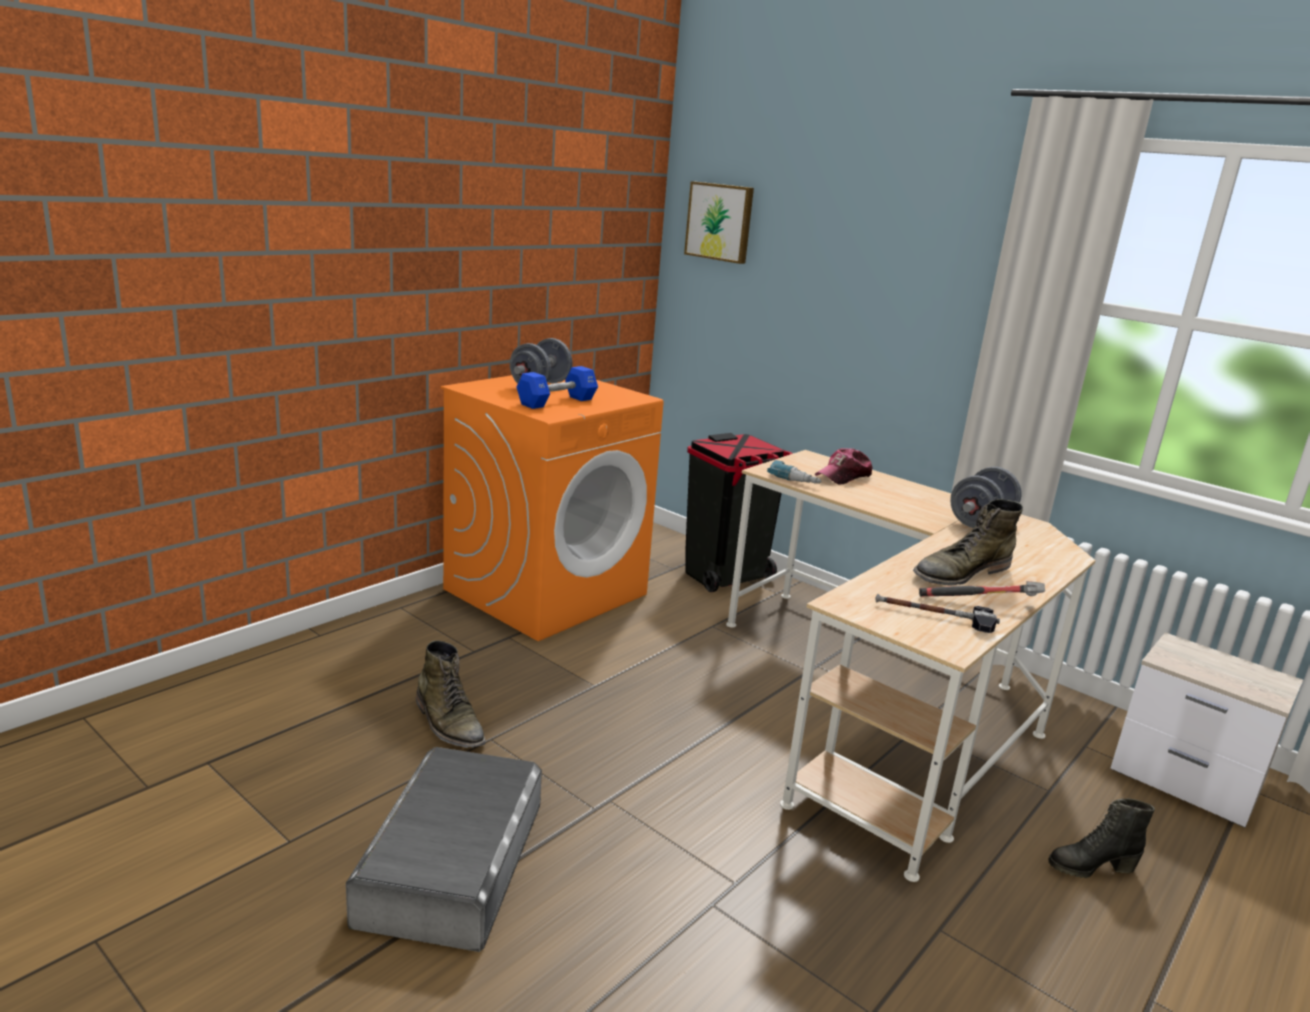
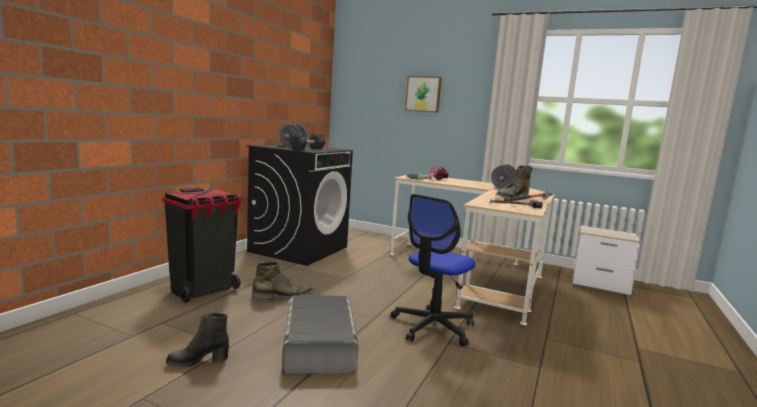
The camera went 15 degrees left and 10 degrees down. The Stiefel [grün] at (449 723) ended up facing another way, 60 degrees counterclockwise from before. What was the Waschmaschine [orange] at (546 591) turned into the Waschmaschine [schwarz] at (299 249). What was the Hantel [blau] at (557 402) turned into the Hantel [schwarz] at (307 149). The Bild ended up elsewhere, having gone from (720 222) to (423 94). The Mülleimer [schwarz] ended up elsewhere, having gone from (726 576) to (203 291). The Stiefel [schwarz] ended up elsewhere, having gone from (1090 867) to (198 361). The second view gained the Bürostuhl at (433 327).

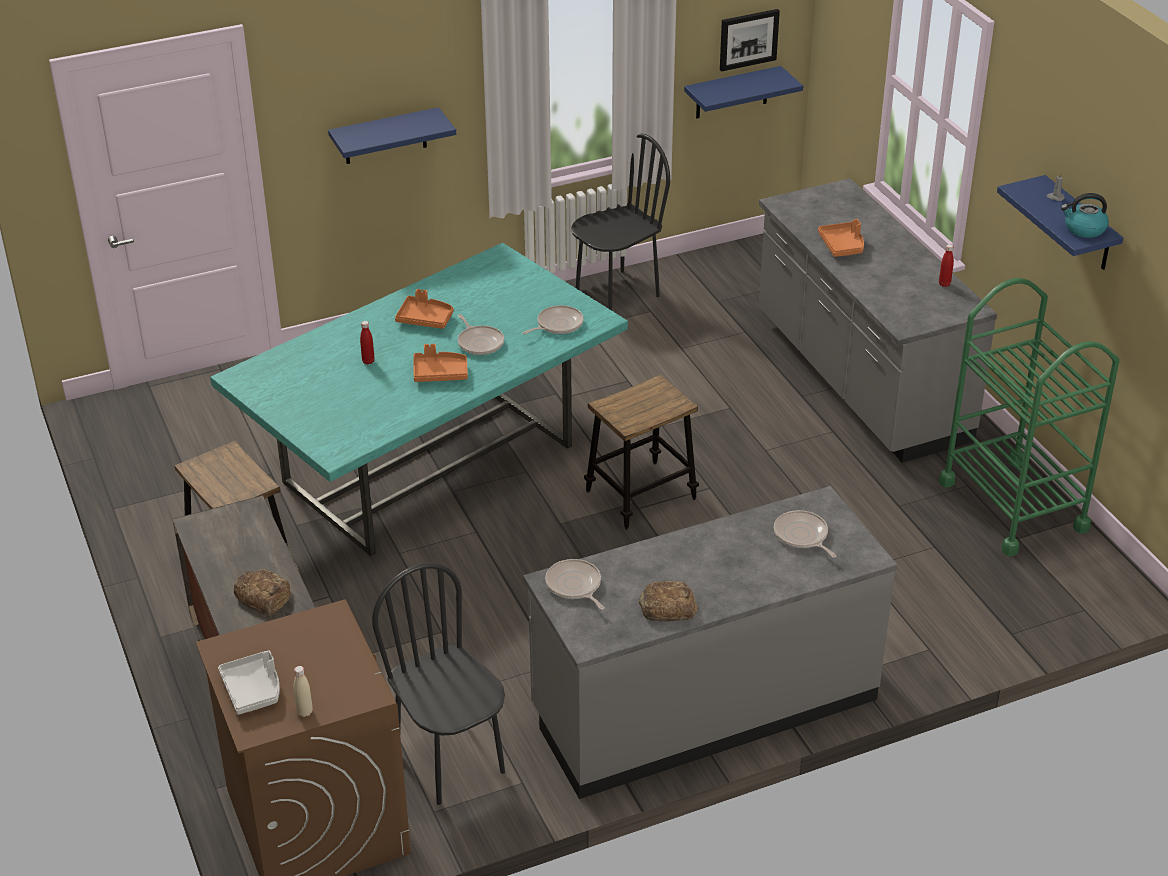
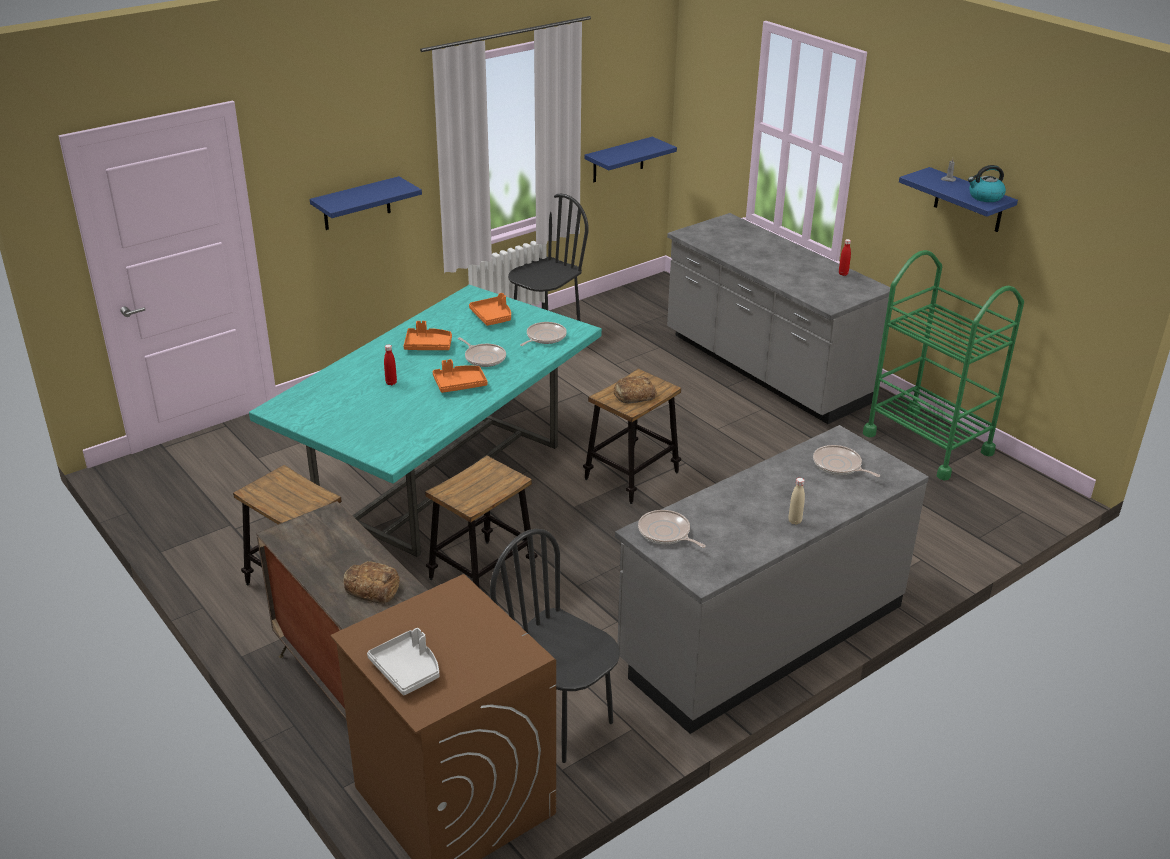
The camera went 15 degrees left and 5 degrees down. The Flasche [beige] ended up elsewhere, having gone from (304 712) to (794 521). The Brot ended up elsewhere, having gone from (666 607) to (633 394). The second view lost the Bild at (748 39). The Tablett [orange] ended up elsewhere, having gone from (842 245) to (492 317). The second view gained the Hocker at (482 574).

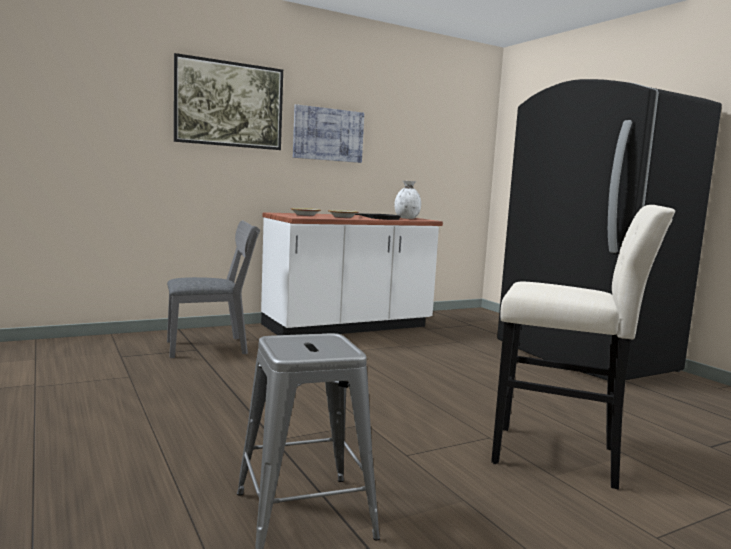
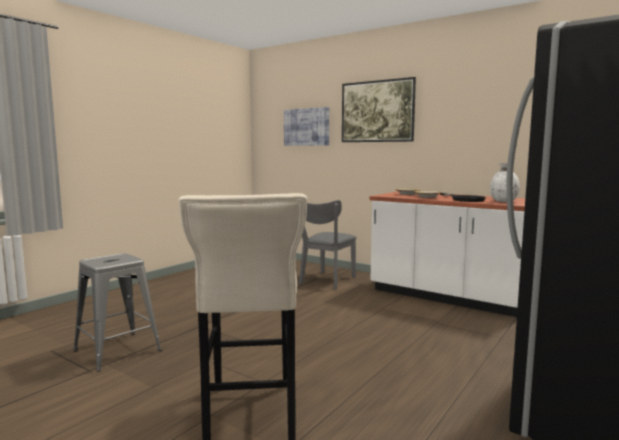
The camera went 65 degrees right and 0 degrees up. The Stuhl [grau] at (213 347) ended up facing another way, 75 degrees clockwise from before. The Bild ended up elsewhere, having gone from (328 134) to (306 127).

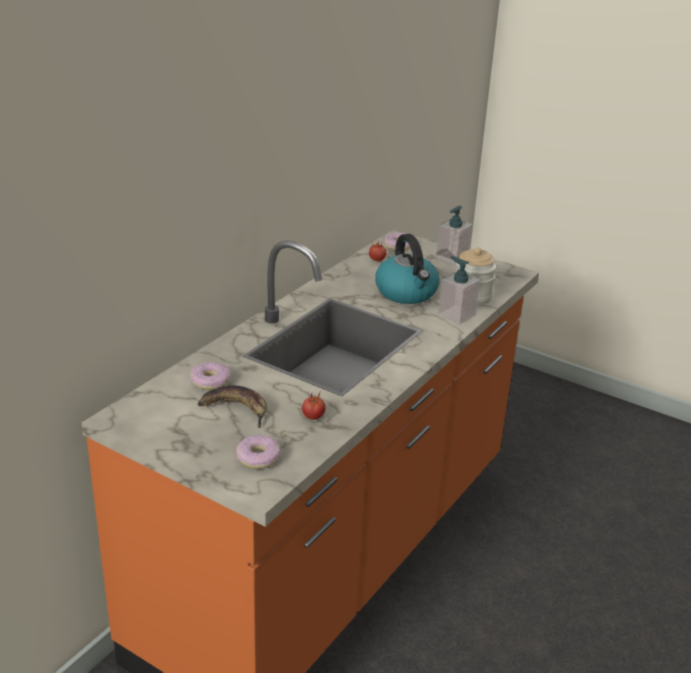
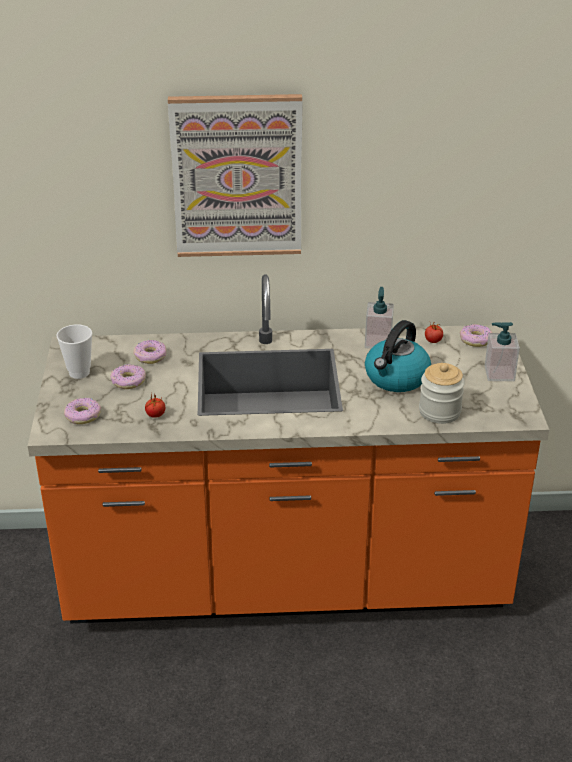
The camera went 55 degrees right and 5 degrees up. Where the Banane stood at (236 409), the Donut came to stand at (128 381). The Seifenspender ended up elsewhere, having gone from (456 315) to (378 342). The second view gained the Tasse at (79 373). The second view gained the Bild at (237 176).

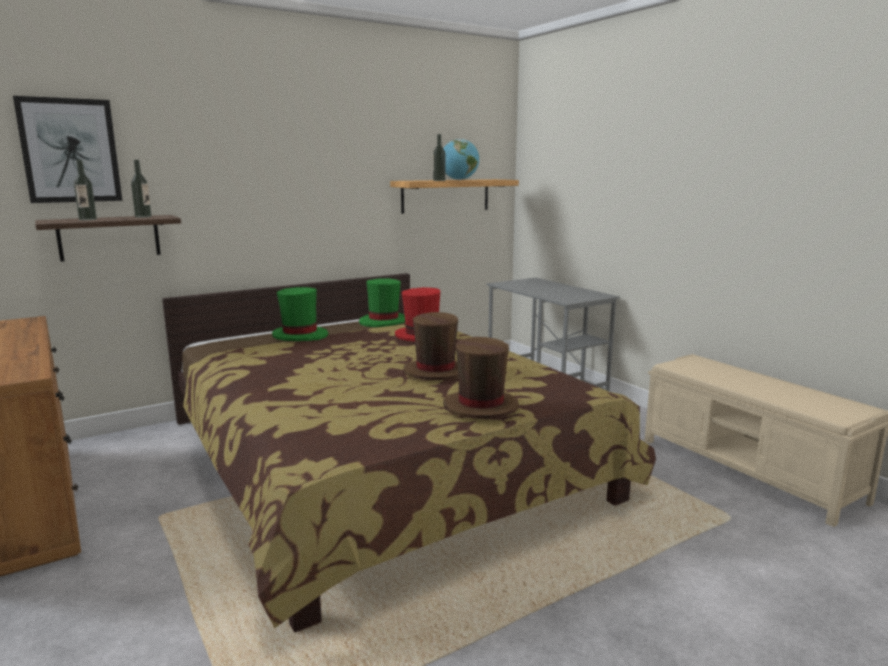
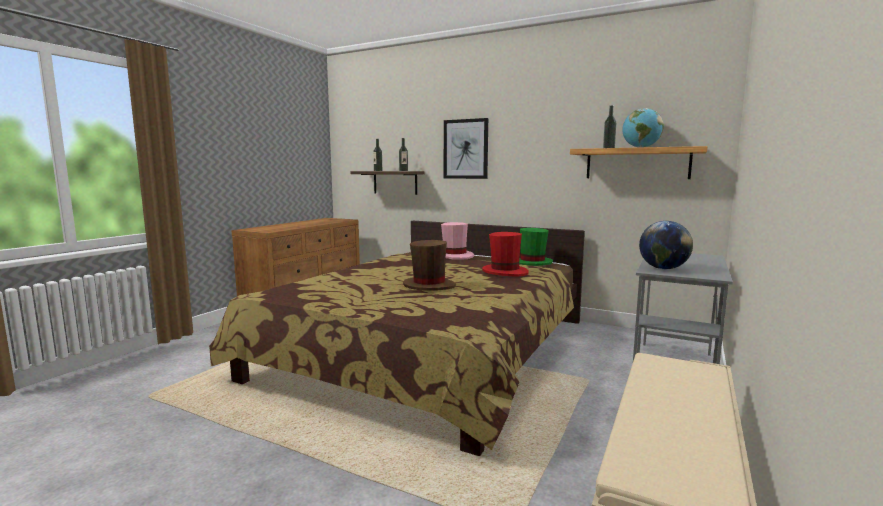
The camera went 60 degrees right and 5 degrees down. The Bild ended up elsewhere, having gone from (70 151) to (465 149). What was the Hut [grün] at (300 335) turned into the Hut [rosa] at (454 256). The second view lost the Hut [braun] at (480 407). The second view gained the Globus at (663 268).

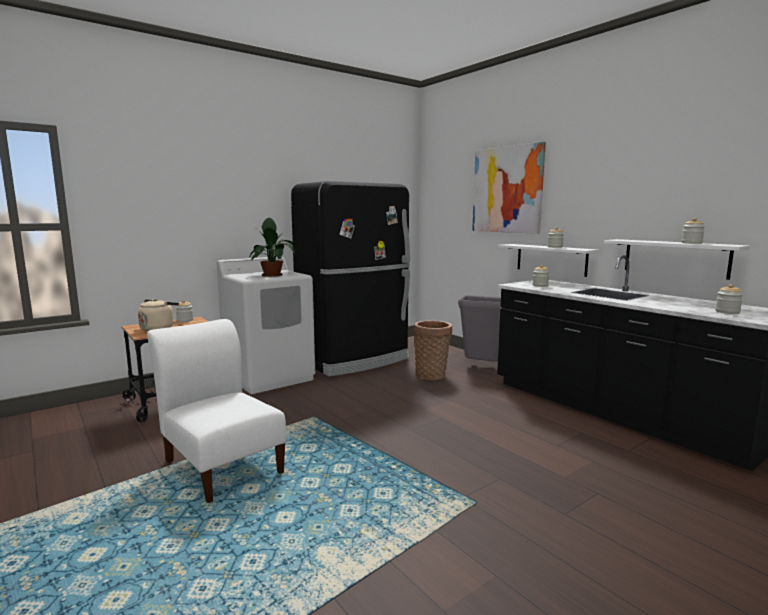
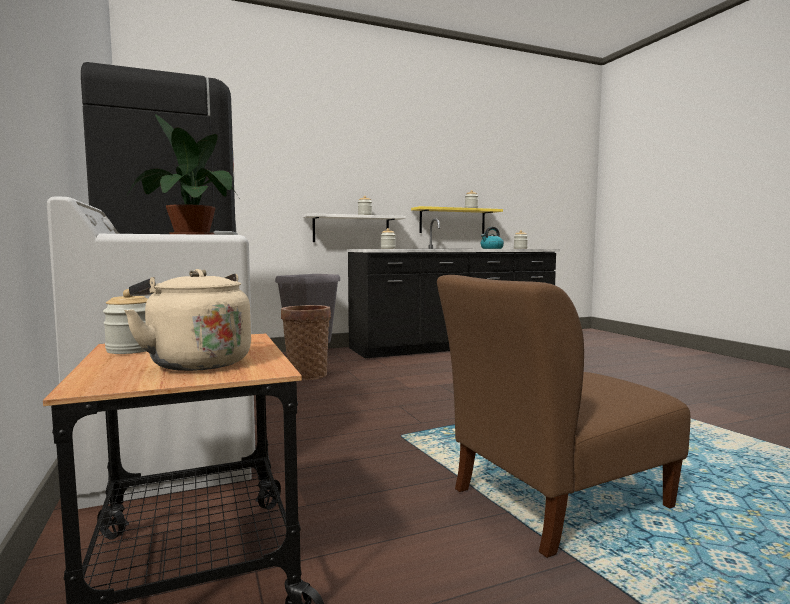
The camera went 75 degrees left and 5 degrees down. What was the Stuhl [weiß] at (222 464) turned into the Stuhl [braun] at (554 501). The second view lost the Bild at (507 190). What was the Wandregal [weiß] at (675 258) turned into the Wandregal [gelb] at (452 221). The second view gained the Wasserkessel at (491 248).

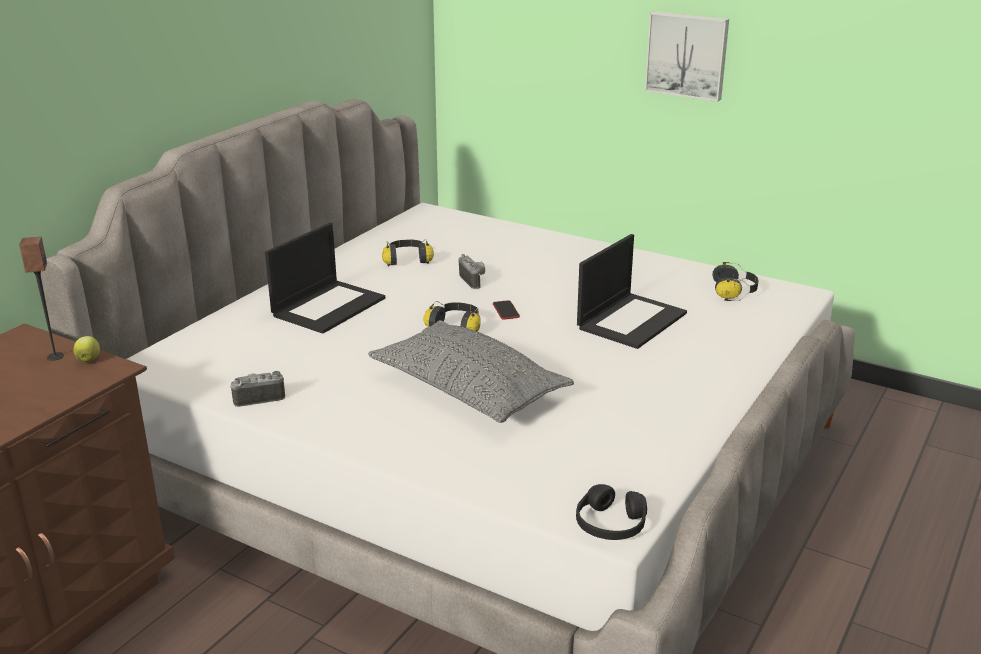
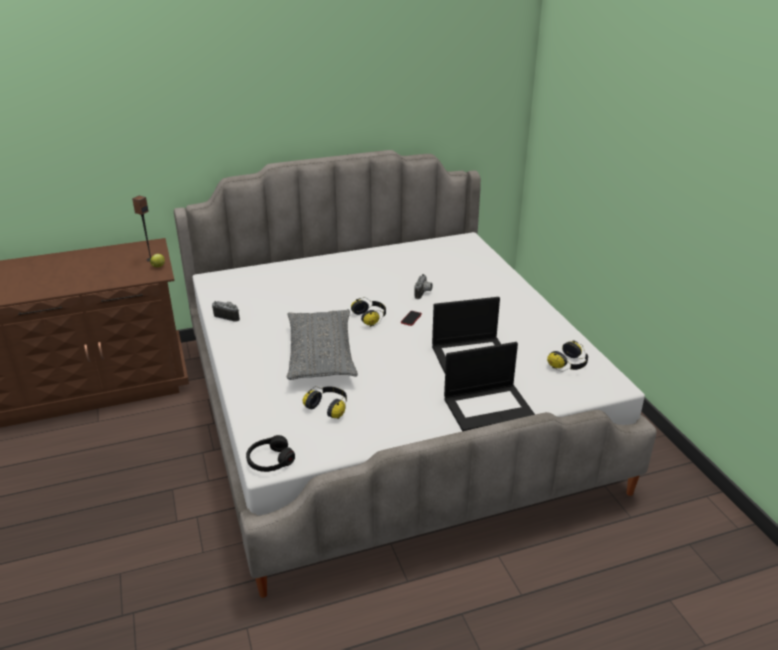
The camera went 40 degrees right and 5 degrees up. The Laptop ended up elsewhere, having gone from (328 306) to (489 407). The Kopfhörer ended up elsewhere, having gone from (407 260) to (329 407). The second view lost the Bild at (687 55).

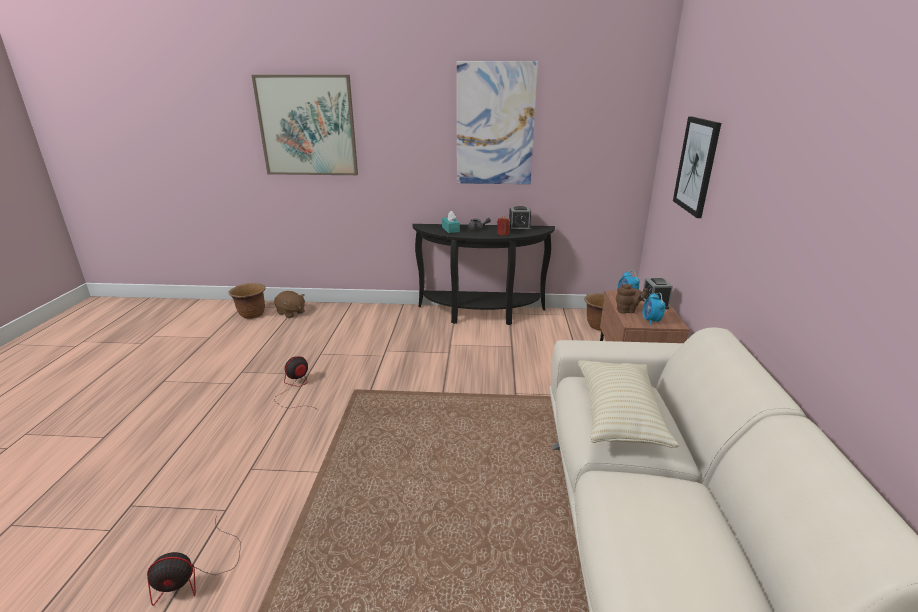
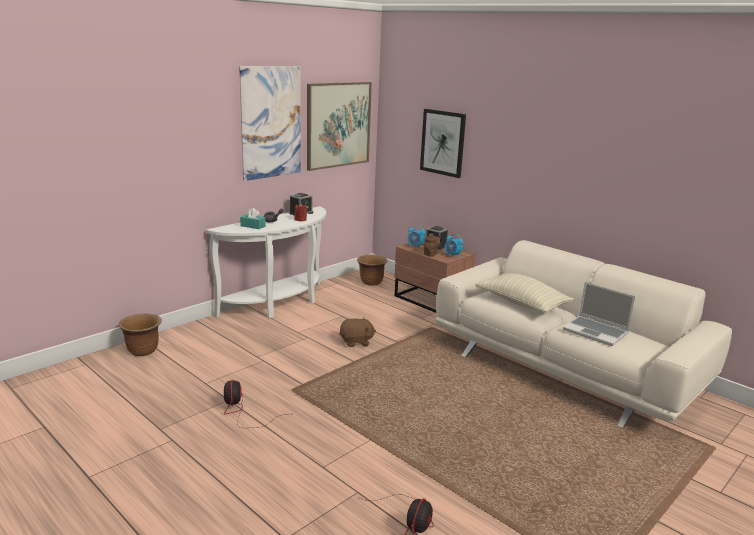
The camera went 50 degrees left and 5 degrees down. The Pflanzkübel [braun] ended up elsewhere, having gone from (252 314) to (143 351). The Bild ended up elsewhere, having gone from (307 126) to (338 125). The Plüschtier [braun] ended up elsewhere, having gone from (291 313) to (356 342). What was the Konsolentisch [schwarz] at (481 314) turned into the Konsolentisch [weiß] at (279 304). The second view gained the Laptop at (596 332).

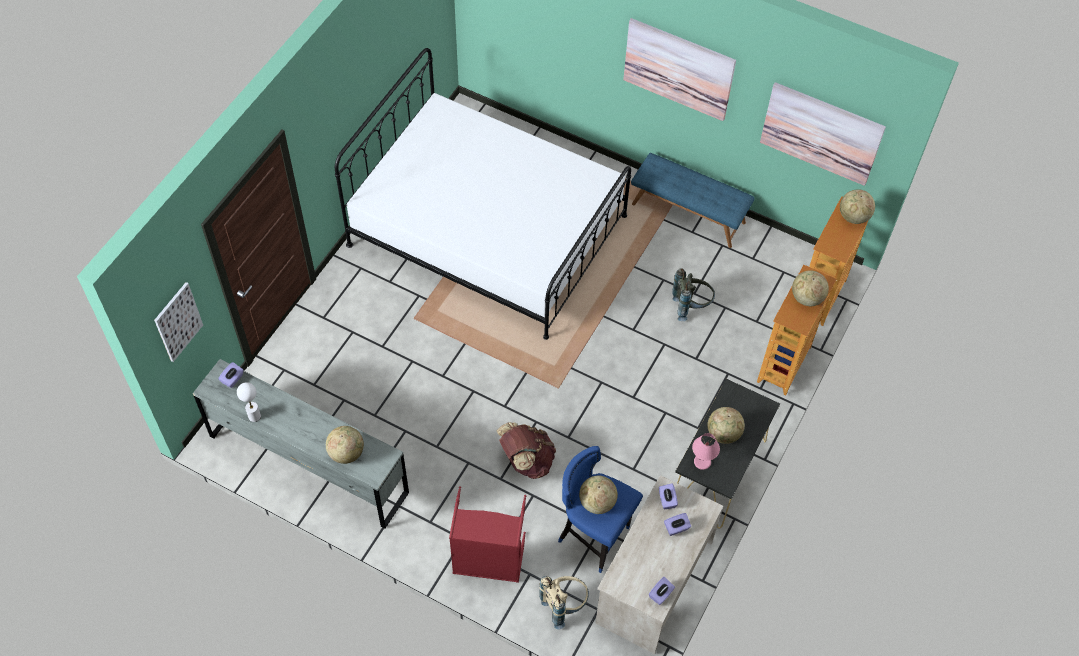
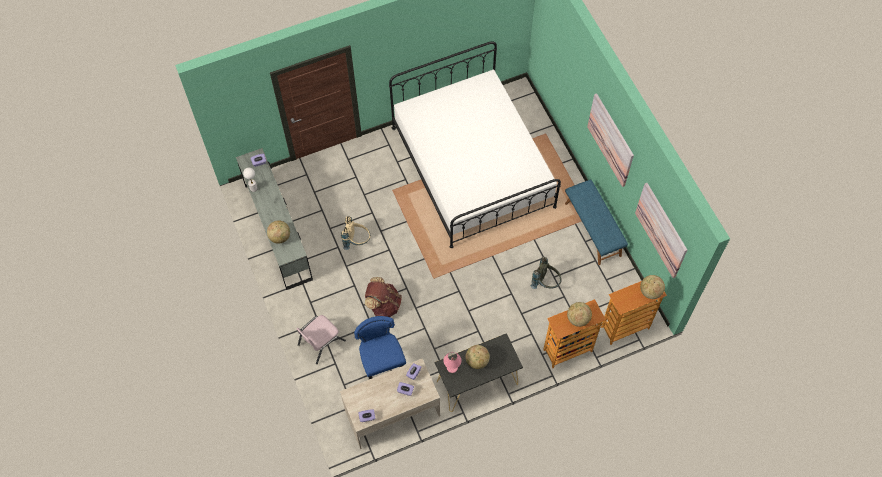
The camera went 40 degrees right and 5 degrees up. The second view lost the Bild at (178 322). Where the Wäschekorb [rot] stood at (488 561), the Stuhl [rosa] came to stand at (321 342). The Rucksack [beige] ended up elsewhere, having gone from (564 605) to (357 241). The second view lost the Globus at (597 502).

